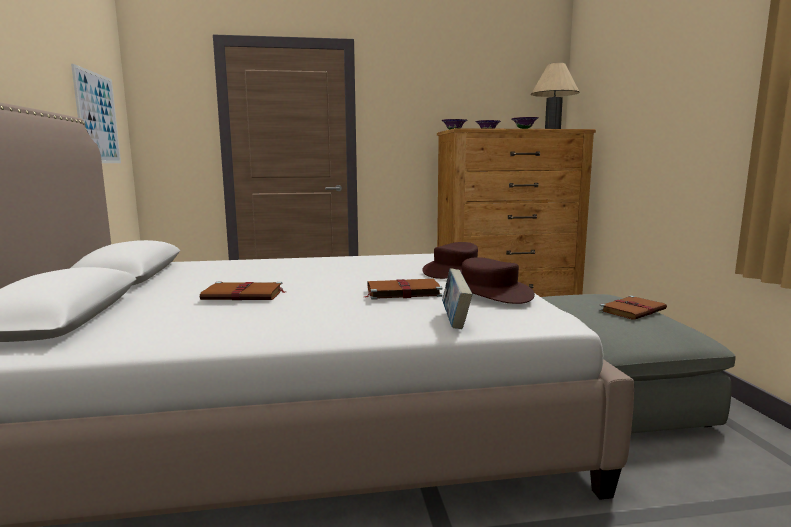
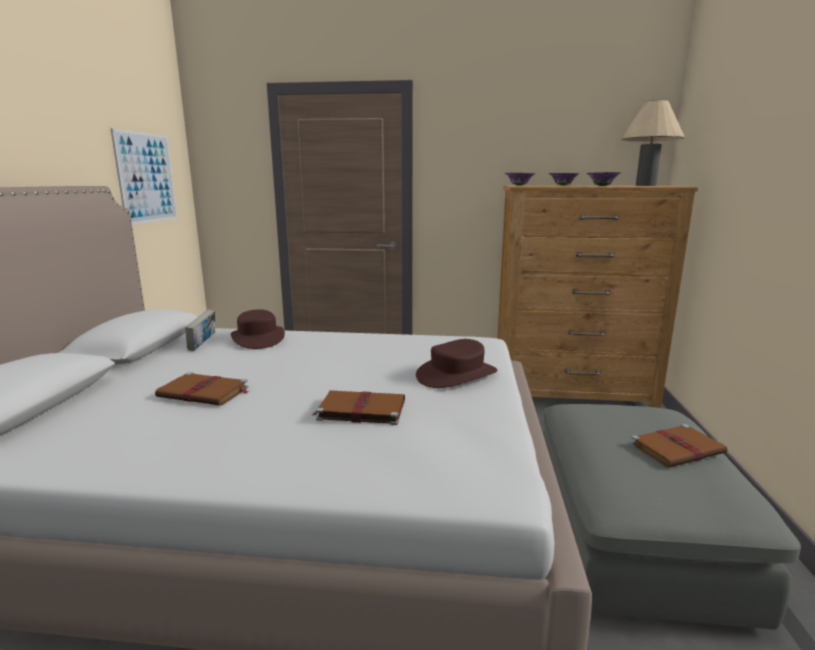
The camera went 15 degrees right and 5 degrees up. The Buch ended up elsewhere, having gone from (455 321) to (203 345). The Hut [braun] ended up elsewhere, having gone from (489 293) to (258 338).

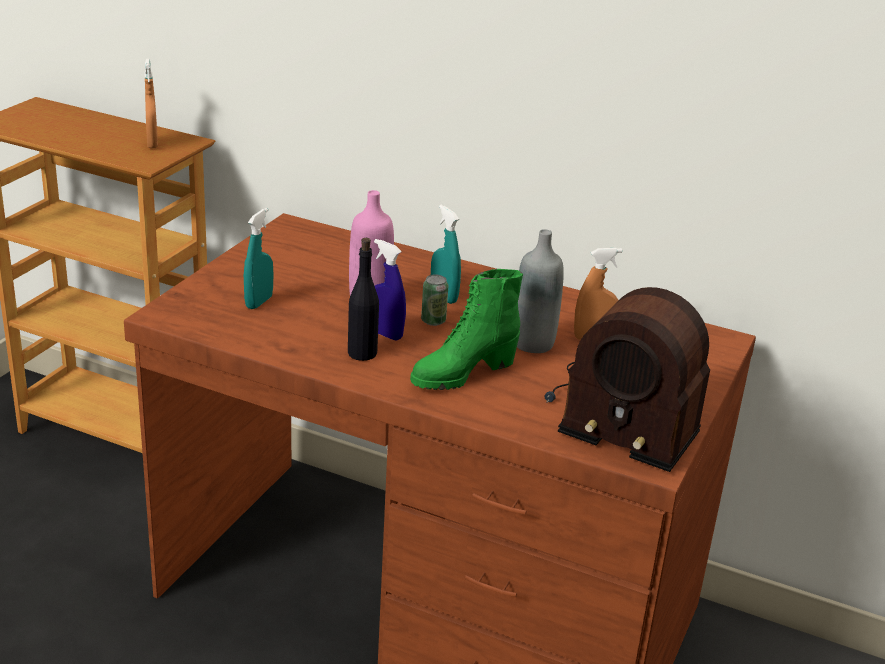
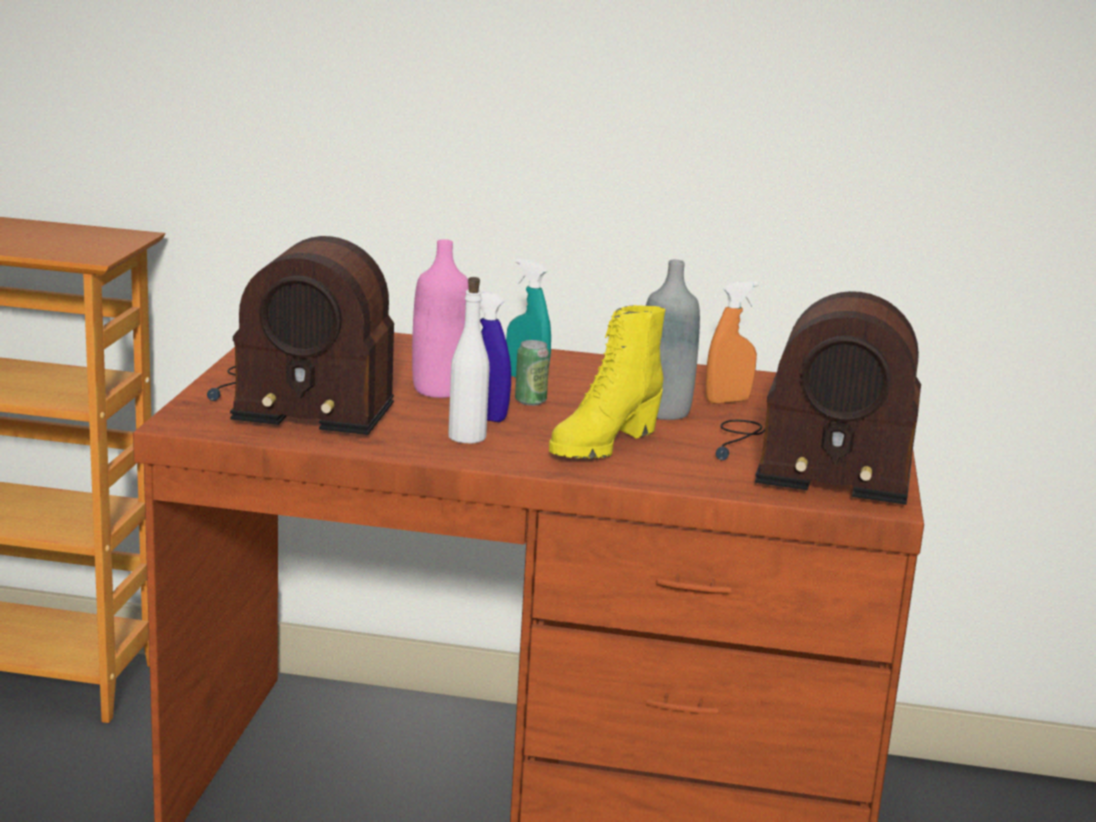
The camera went 15 degrees left and 10 degrees down. The second view lost the Sprühflasche [orange] at (152 144). Where the Sprühflasche [türkis] stood at (259 302), the Radio came to stand at (300 401). What was the Flasche [schwarz] at (362 353) turned into the Flasche [weiß] at (467 437). What was the Stiefel [grün] at (462 374) turned into the Stiefel [gelb] at (602 445).

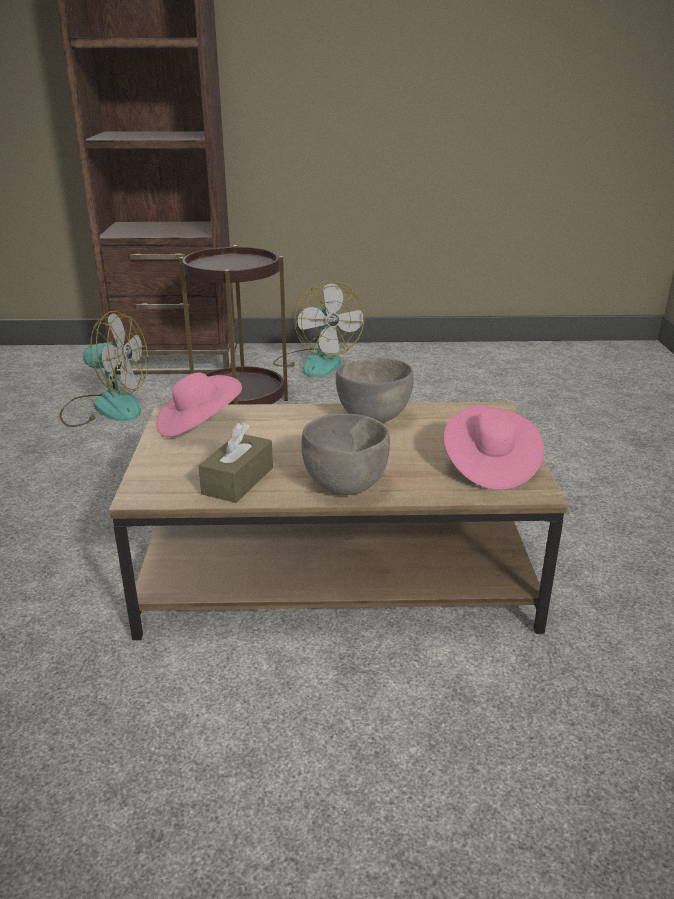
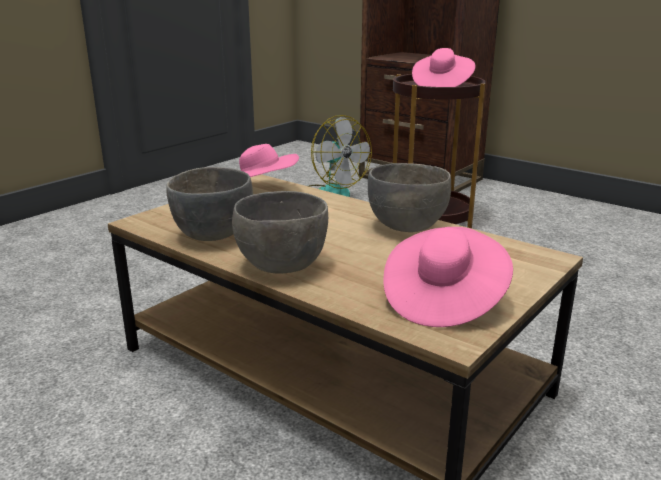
The camera went 40 degrees right and 5 degrees down. Where the Taschentuchbox [braun] stood at (238 481), the Schüssel [grau] came to stand at (214 234). The second view lost the Ventilator at (316 362). The second view gained the Hut [rosa] at (441 86).

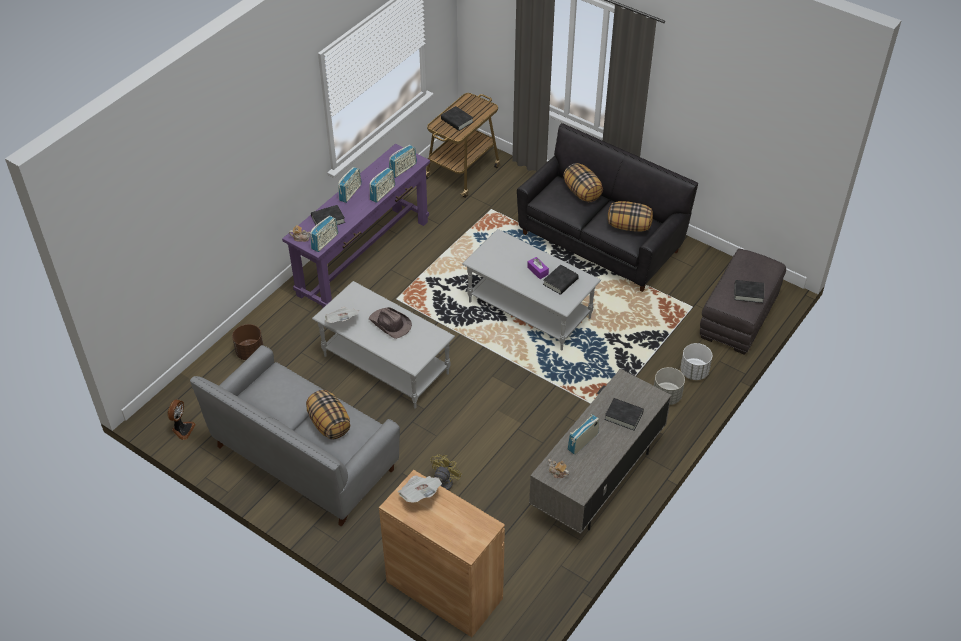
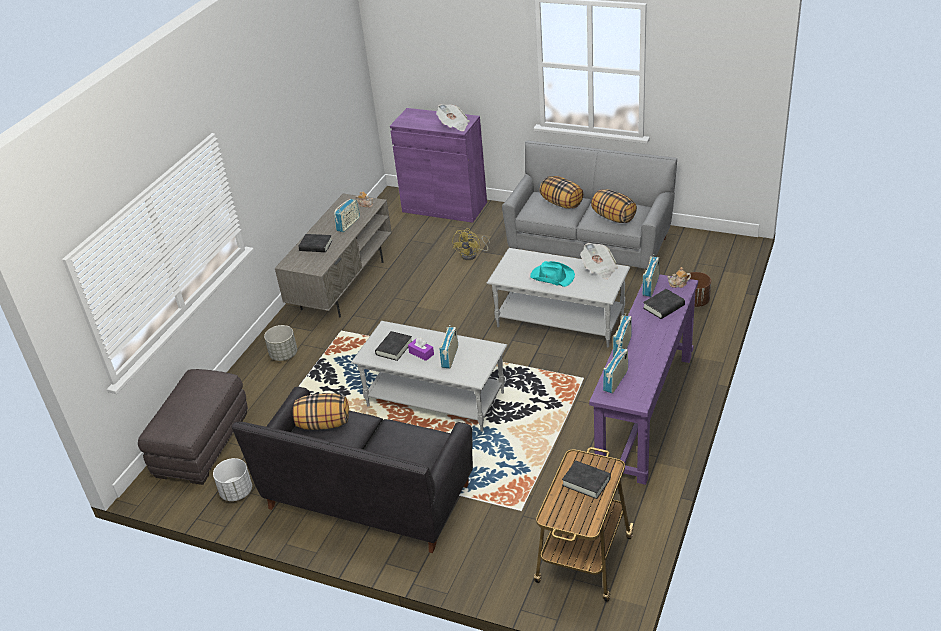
The camera went 170 degrees right and 10 degrees down. The second view lost the Ventilator at (182 429). The Radio ended up elsewhere, having gone from (350 193) to (450 357). What was the Hut [braun] at (390 324) turned into the Hut [türkis] at (552 276). What was the Schrank [braun] at (444 590) turned into the Schrank [lila] at (444 207). The Kissen ended up elsewhere, having gone from (582 192) to (613 217). The Pflanzkübel [weiß] ended up elsewhere, having gone from (694 372) to (236 492). The second view lost the Buch [schwarz] at (748 293).

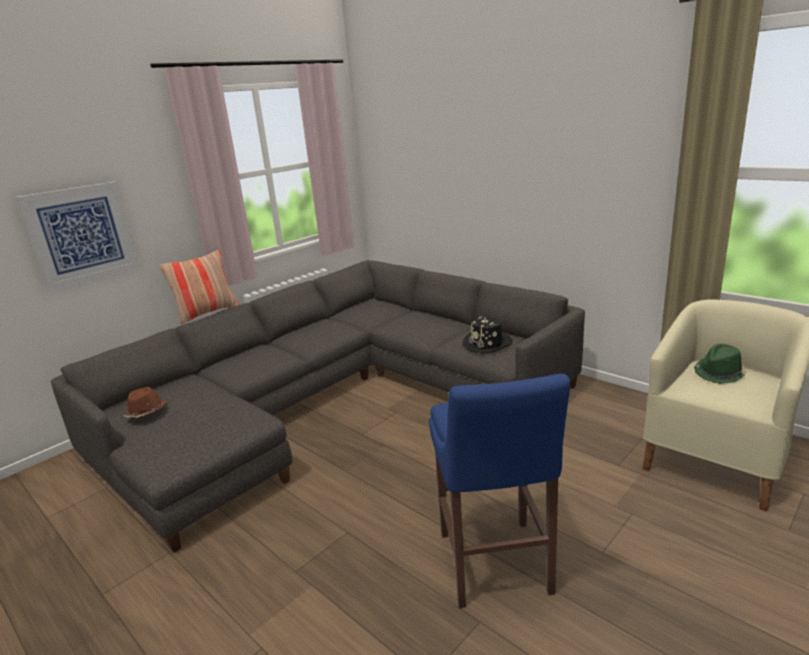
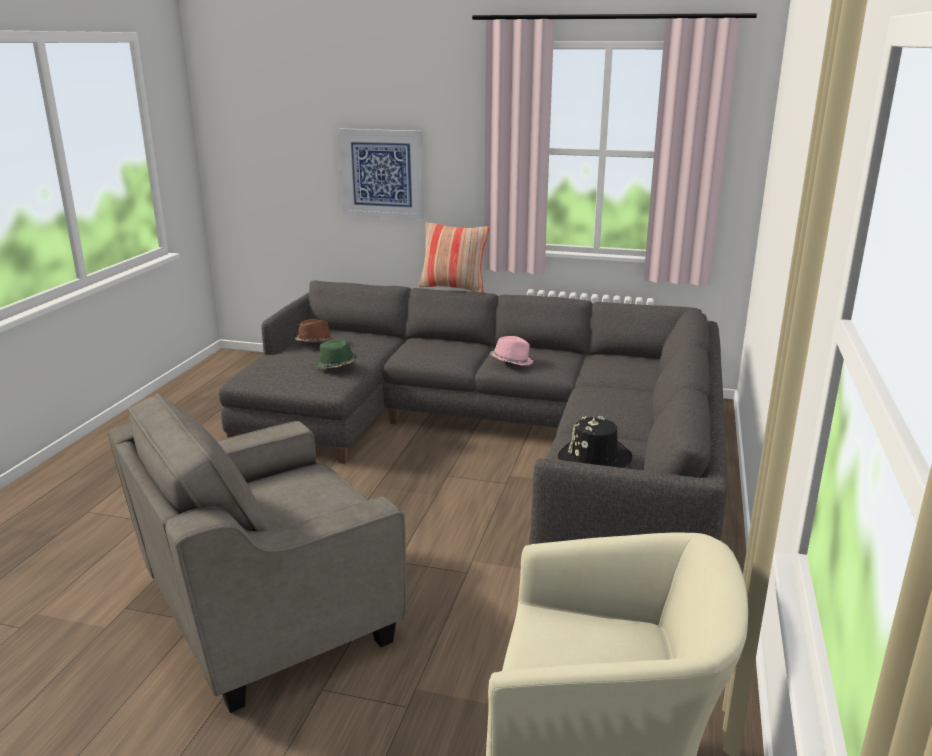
The camera went 60 degrees right and 0 degrees up. Where the Hocker [blau] stood at (495 567), the Sessel [grau] came to stand at (269 615). The Hut [grün] ended up elsewhere, having gone from (719 373) to (336 365). The second view gained the Hut [rosa] at (511 361).

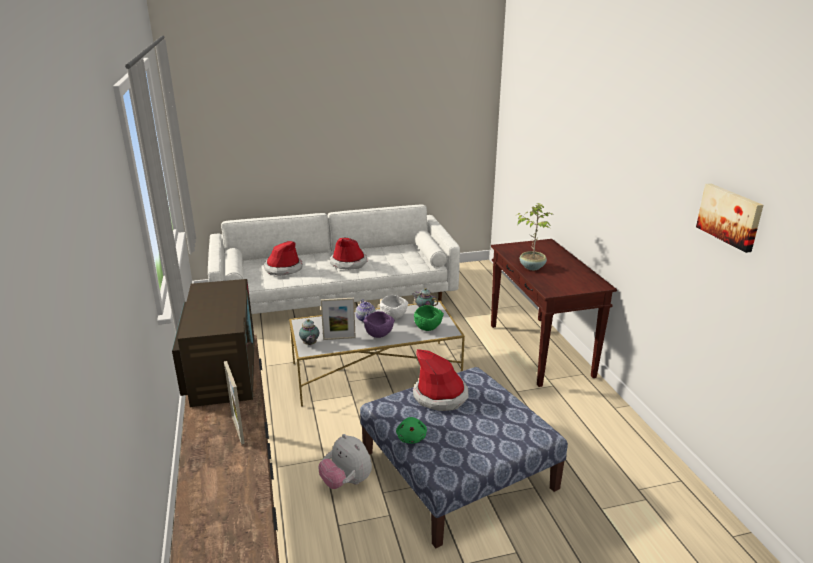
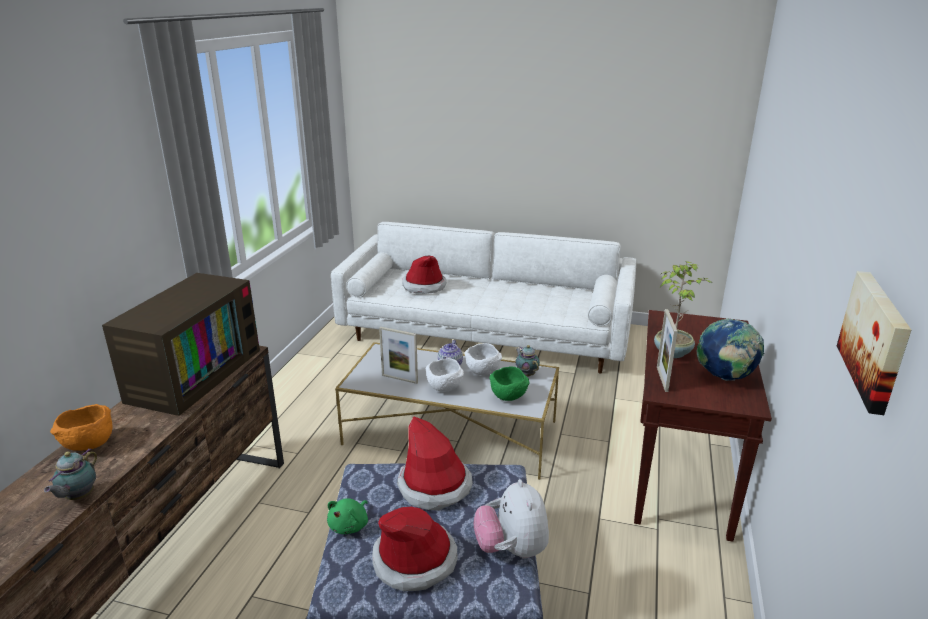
The camera went 30 degrees right and 0 degrees up. The Bilderrahmen ended up elsewhere, having gone from (238 429) to (662 379). The Teekanne ended up elsewhere, having gone from (309 344) to (78 497). The Plüschtier ended up elsewhere, having gone from (346 482) to (511 549). The Hut ended up elsewhere, having gone from (348 263) to (415 560). What was the Schüssel [lila] at (379 335) turned into the Schüssel [weiß] at (445 388). The second view gained the Schüssel [orange] at (88 446). The second view gained the Globus at (725 378).

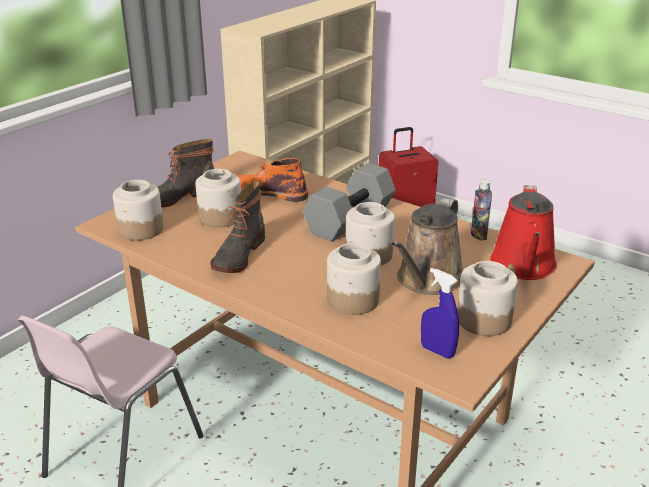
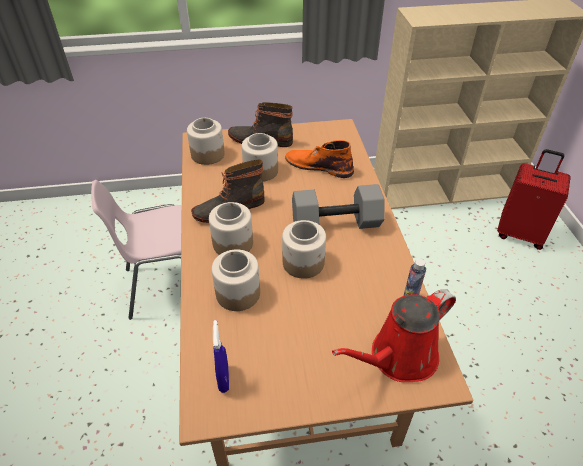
The camera went 45 degrees right and 15 degrees up. The Stiefel [orange] at (268 191) ended up facing another way, 45 degrees counterclockwise from before. The second view lost the Gießkanne [braun] at (427 280). The Vorratsglas ended up elsewhere, having gone from (483 320) to (233 243).

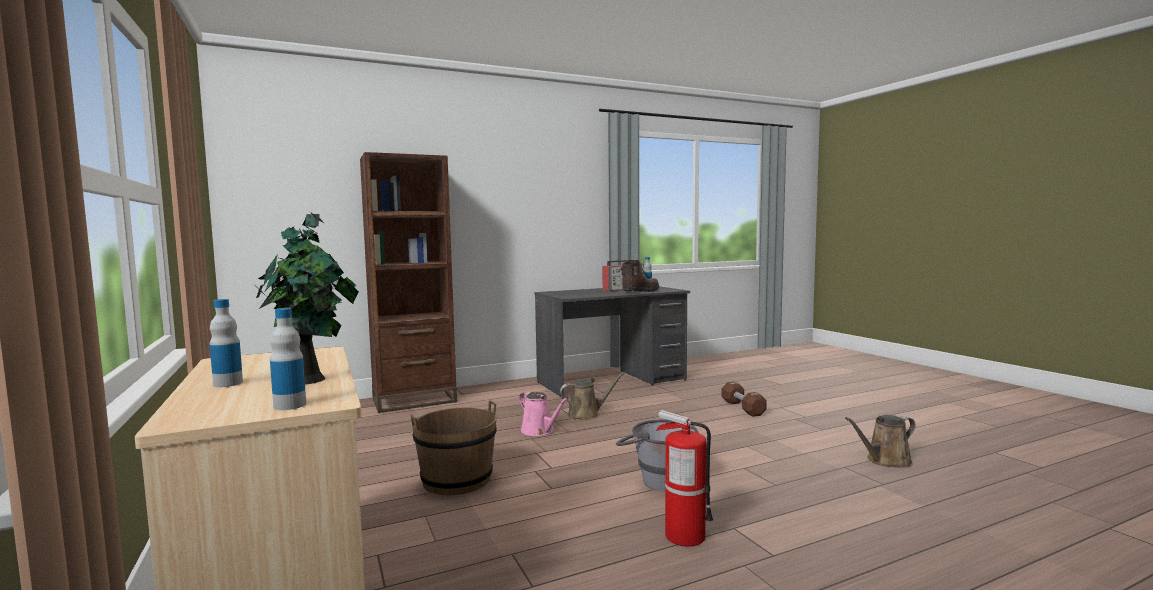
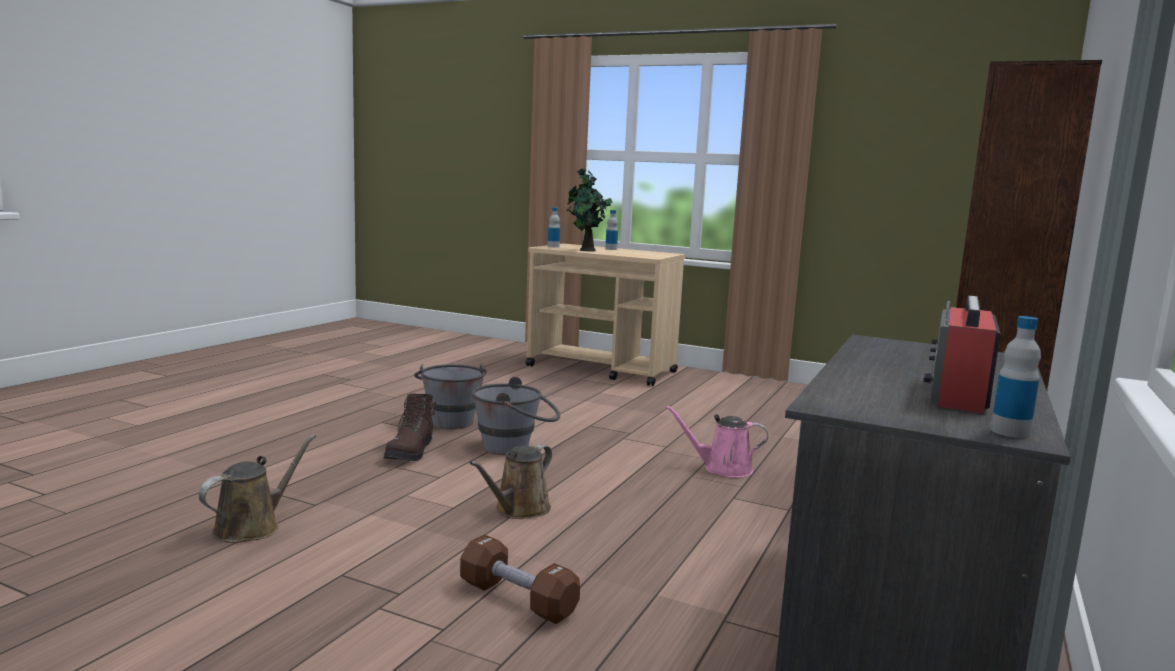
The camera went 140 degrees right and 5 degrees up. The second view lost the Eimer [braun] at (457 480). The Gießkanne [braun] ended up elsewhere, having gone from (587 414) to (519 510). The Stiefel [braun] ended up elsewhere, having gone from (640 291) to (411 452). Where the Feuerlöscher stood at (684 536), the Eimer [grau] came to stand at (451 419).

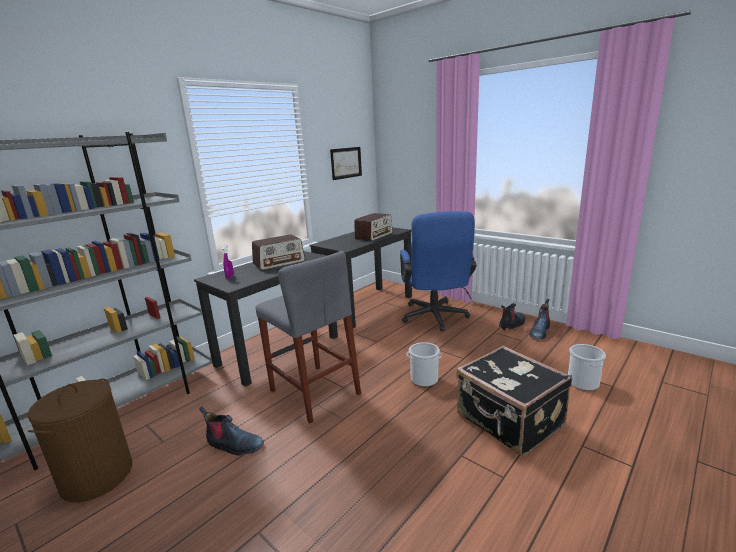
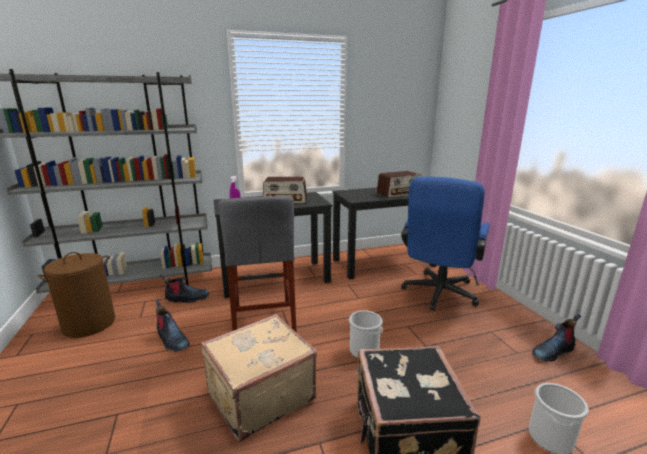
The camera went 30 degrees right and 0 degrees up. The second view lost the Bild at (346 163). The Stiefel ended up elsewhere, having gone from (512 324) to (186 299). The second view gained the Koffer [beige] at (259 395).

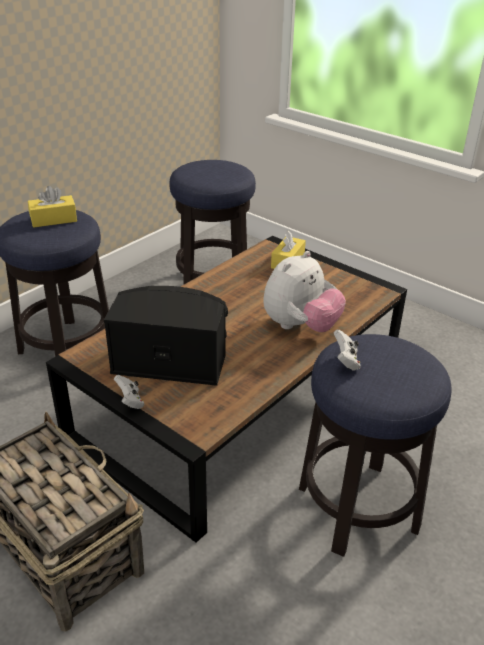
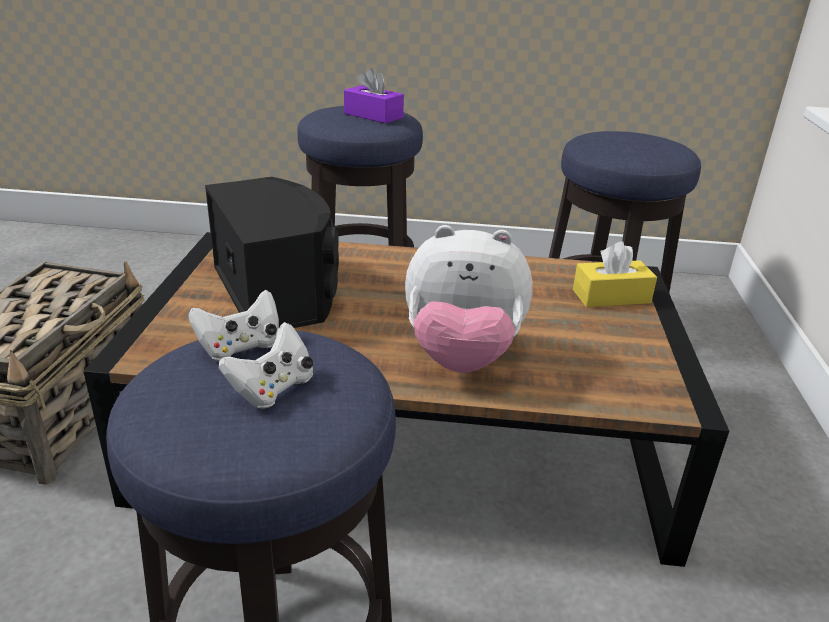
The camera went 55 degrees right and 5 degrees down. What was the Taschentuchbox [gelb] at (53 219) turned into the Taschentuchbox [lila] at (373 115). The Gamepad [weiß] ended up elsewhere, having gone from (130 401) to (272 389).

